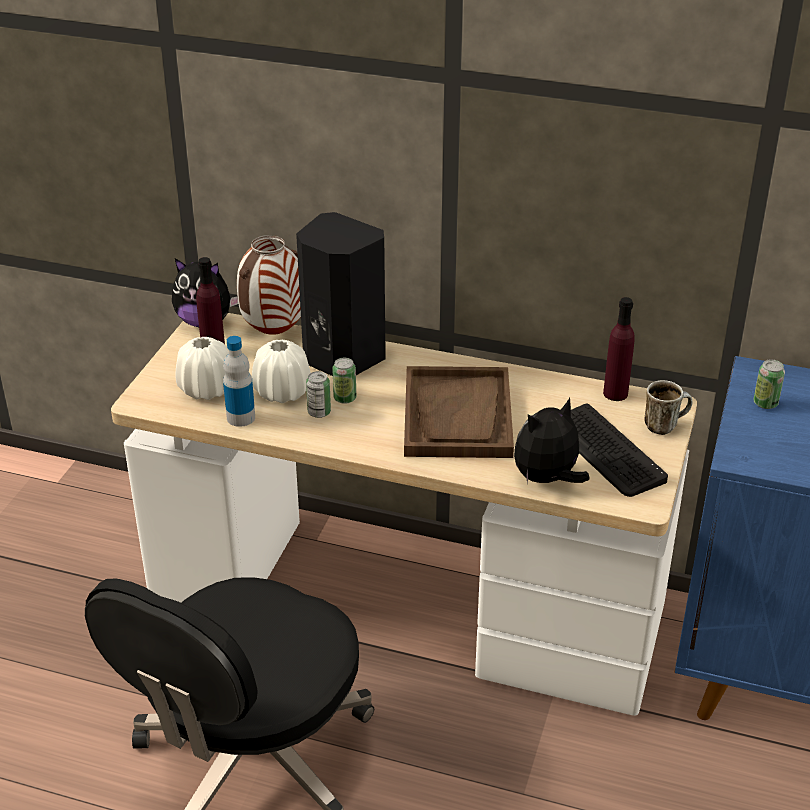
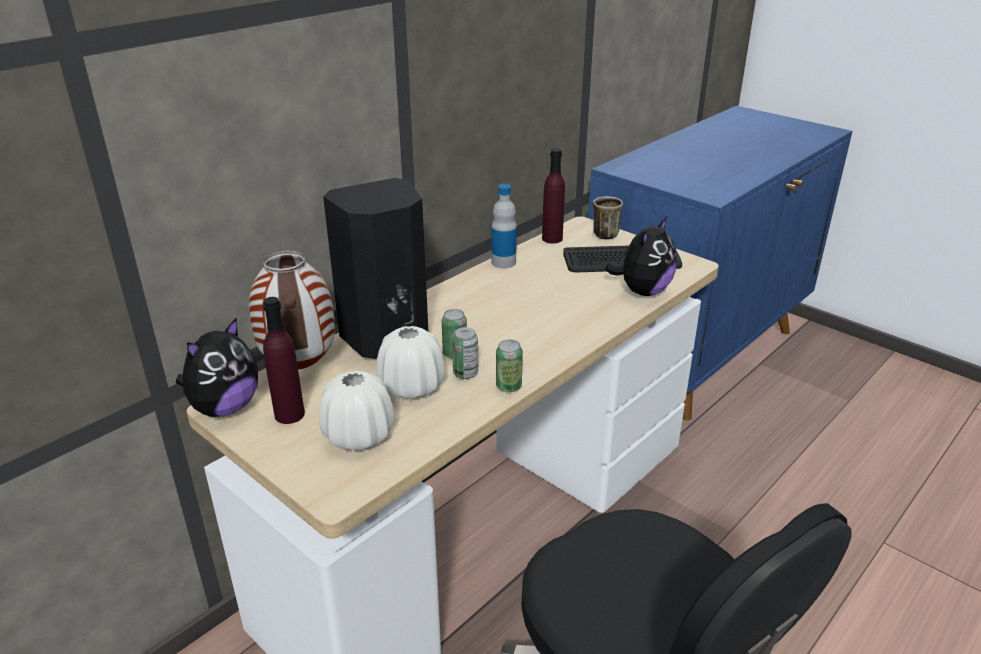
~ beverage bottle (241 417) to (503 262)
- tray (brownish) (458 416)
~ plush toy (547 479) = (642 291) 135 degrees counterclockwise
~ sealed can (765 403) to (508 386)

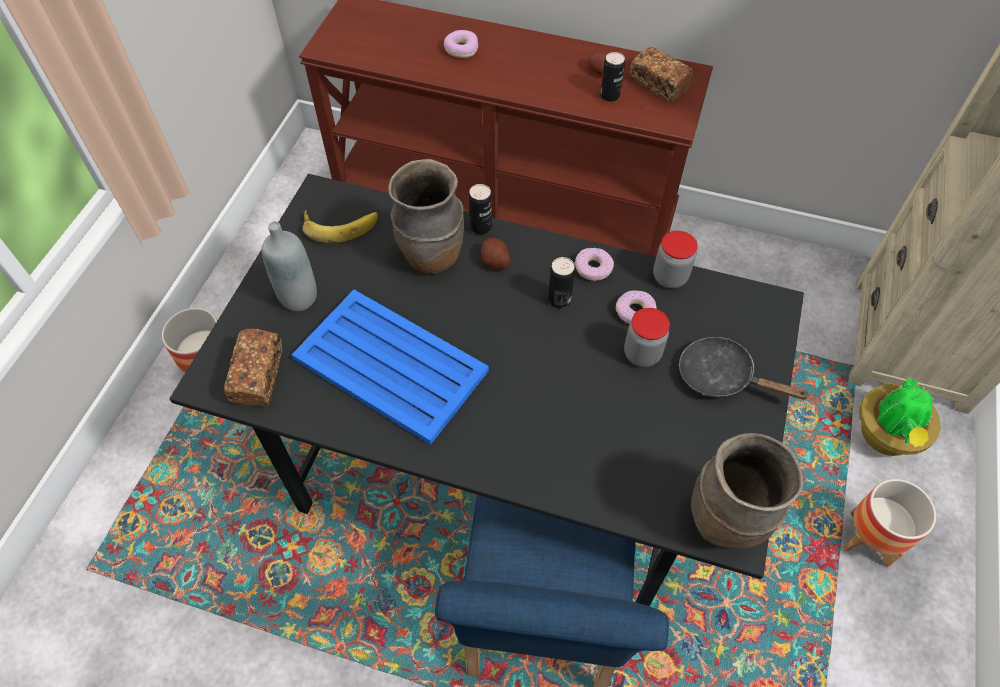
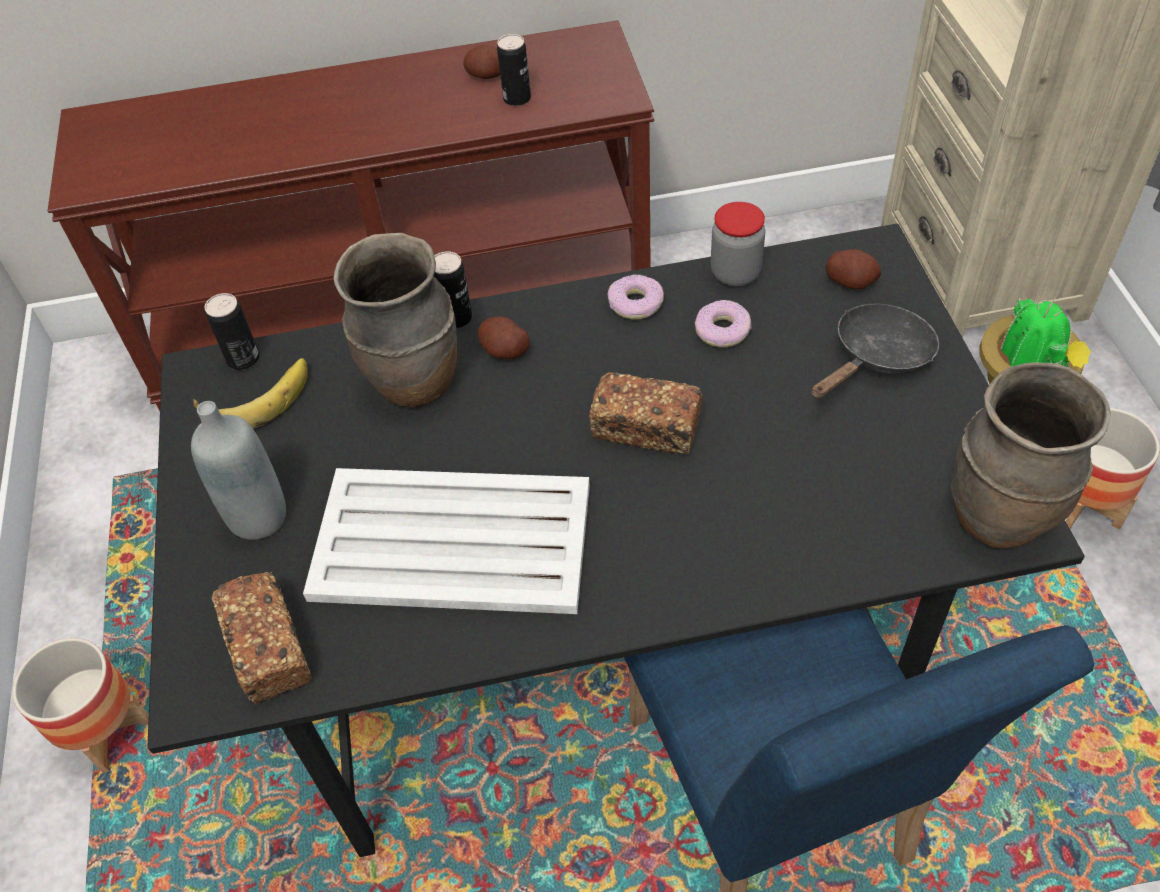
~ tray (blue-coloured) (389 364) to tray (white) (449 541)
- doughnut (461 49)
~ sealed can (559 299) to (243 359)
- storage jar (642 354)
~ bread (658 84) to (646 428)
~ skillet (black-coloured) (722 377) = (877 357) 135 degrees clockwise
+ spud (851 281)

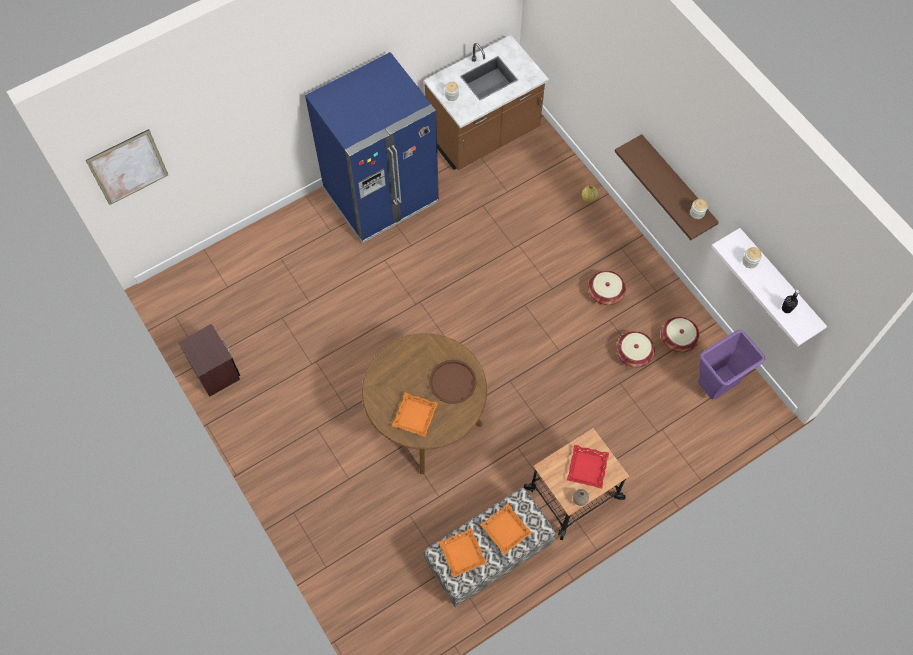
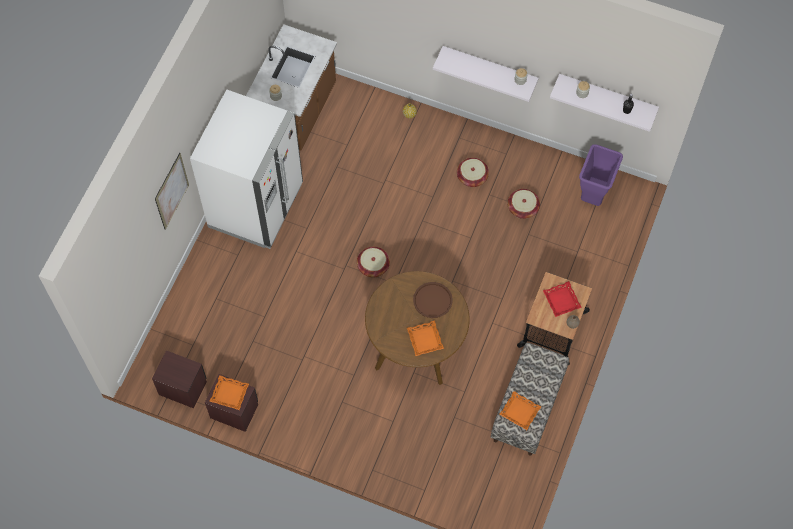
~ picture (128 167) to (171 191)
~ kitchen fridge (blue-coloured) (381 197) to kitchen fridge (white) (256 206)
~ tray (orange) (506 529) to (229 393)
~ shelf (brownish) (677 184) to shelf (white) (489 67)
~ storage basket (678 339) to (373 266)
+ night table (brownish) (183 387)

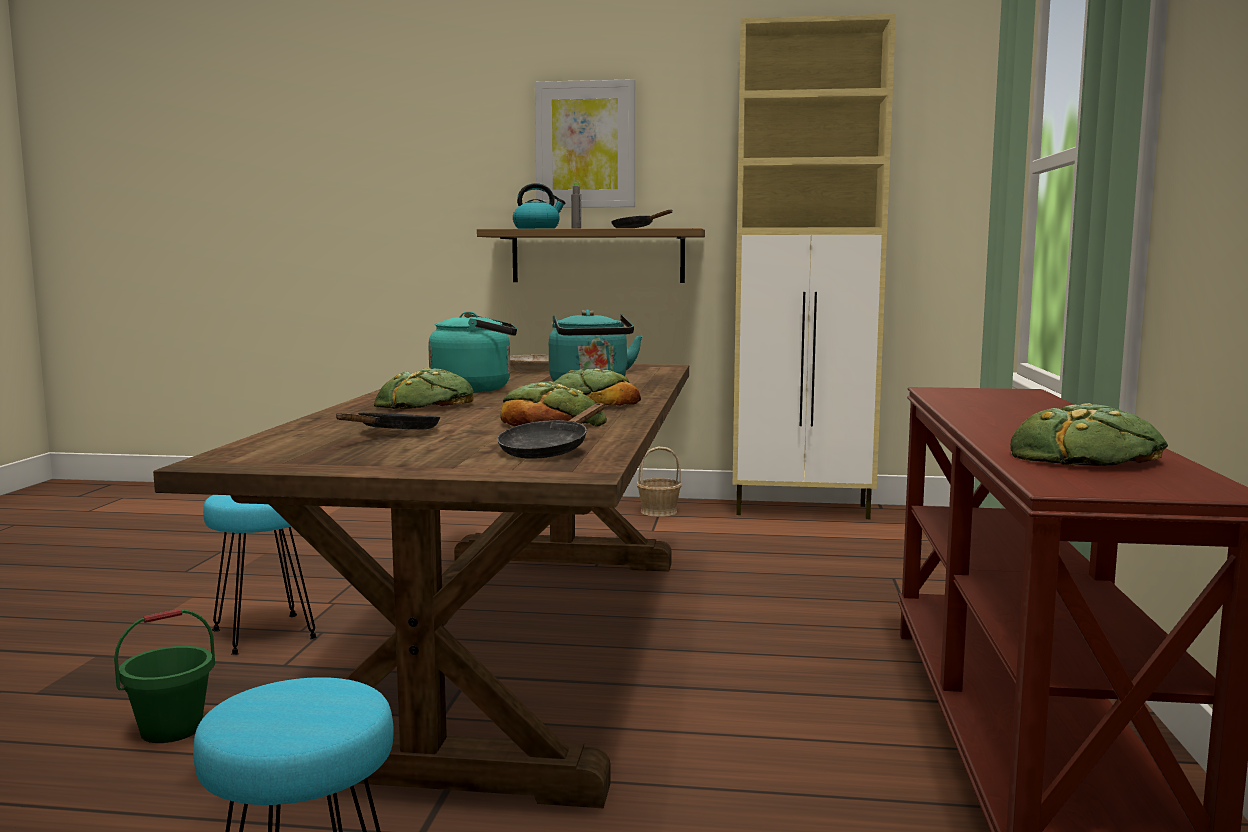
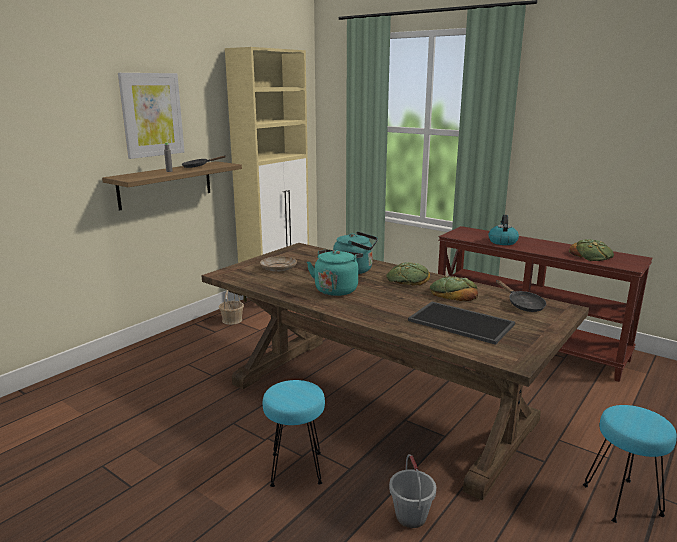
~ bucket (greenish) (171 729) to bucket (grey) (410 516)
~ skillet (black-coloured) (394 433) to tray (462 322)
- bread (425 404)
~ tea kettle (537 229) to (502 242)

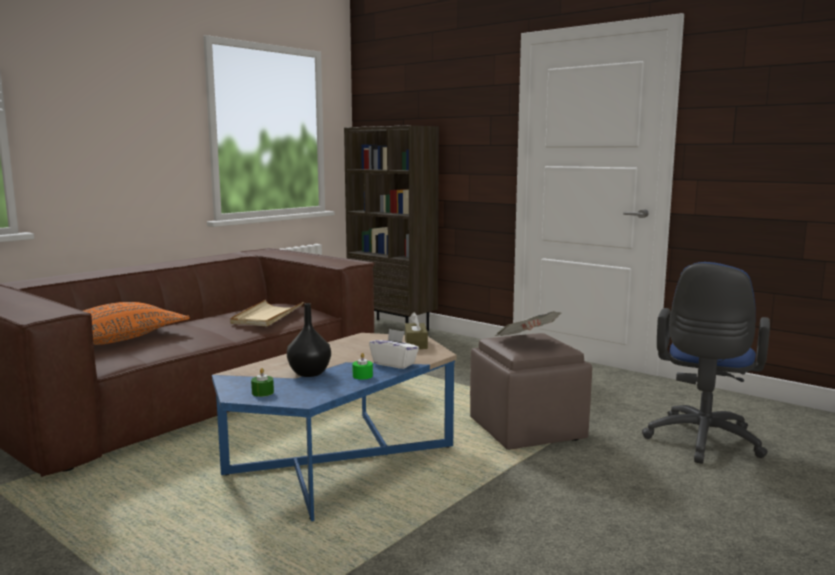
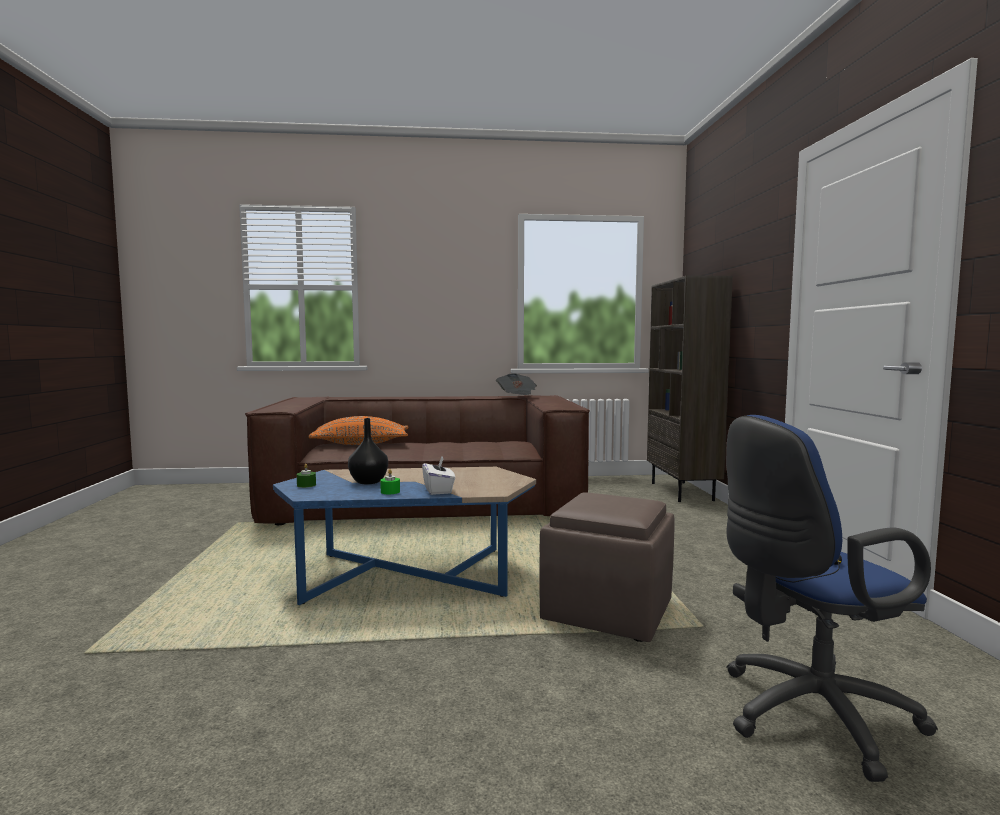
- tray (beige) (267 316)
- box of tissues (brownish) (416 344)
~ printed paper (526 341) to (517 396)

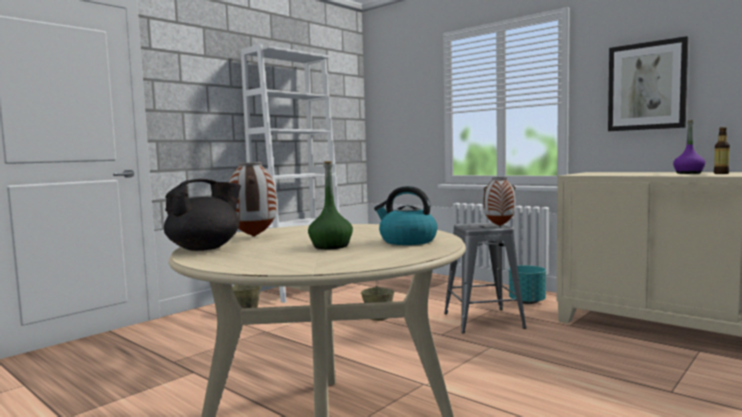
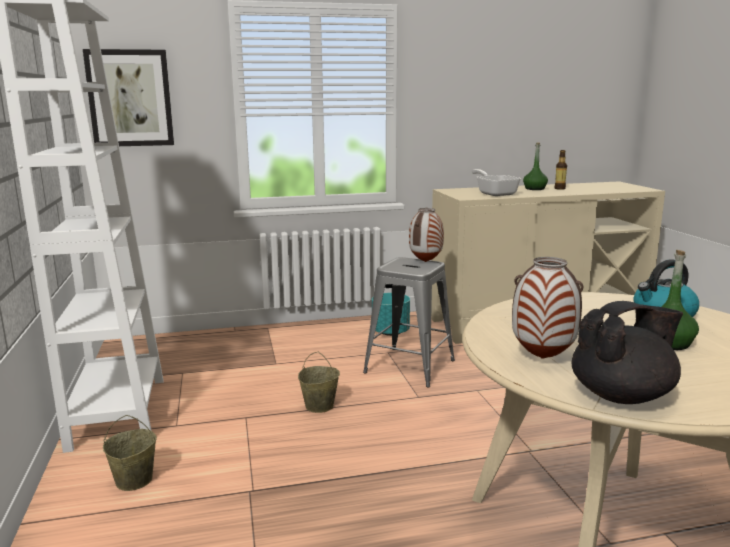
~ pot for tea (black-coloured) (205 248) = (622 396) 75 degrees clockwise
~ picture (647 86) to (130 98)
~ beverage bottle (purplish) (688 173) to beverage bottle (greenish) (534 189)
+ skillet (494 193)

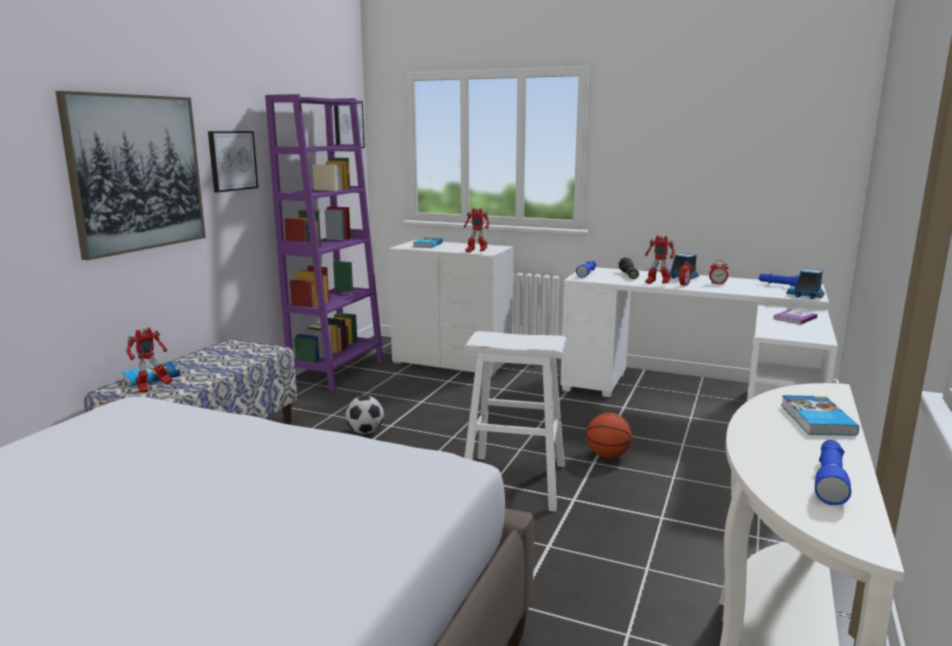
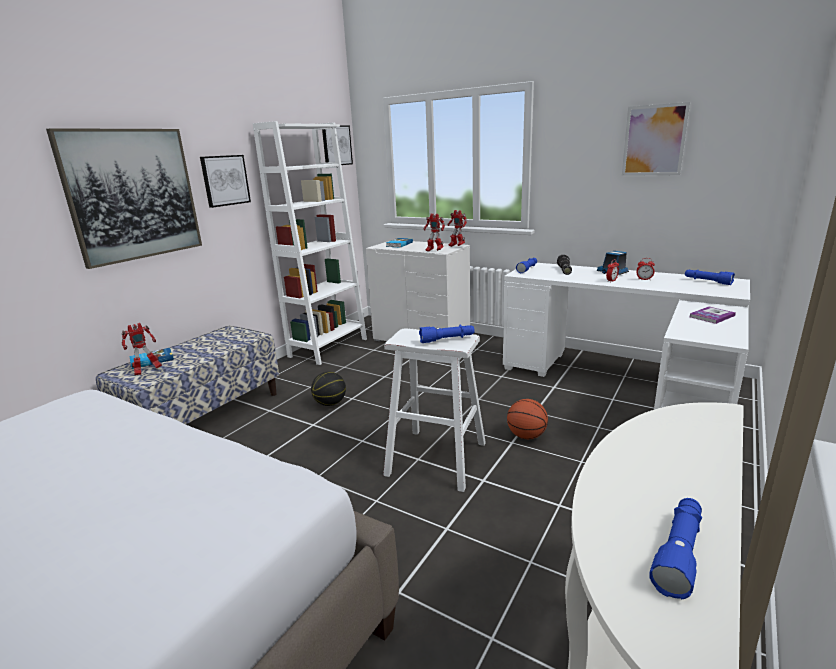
~ bookshelf (purplish) (337 372) to bookshelf (white) (328 348)
~ ball for football (365 432) to basketball (330 403)
~ robot figure (657 284) to (456 246)
- bound book (815 419)
- toy truck (806 296)
+ torch (blue-coloured) (447 339)
+ picture (654 140)

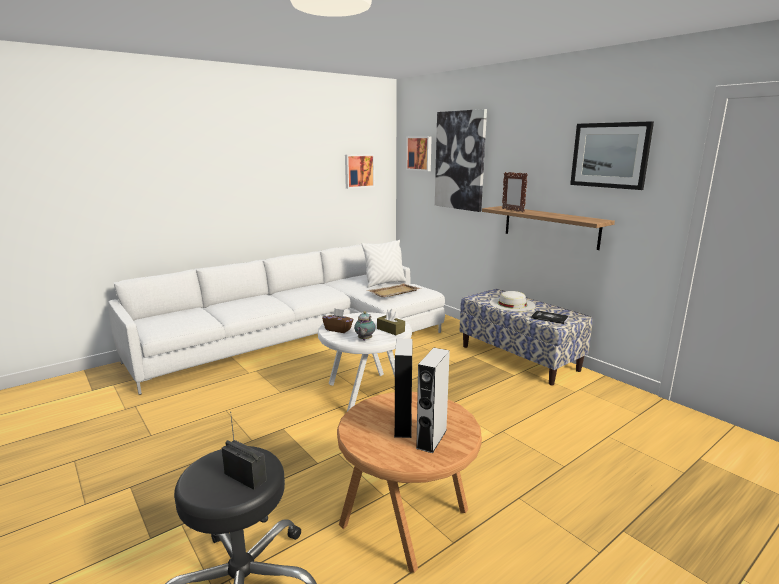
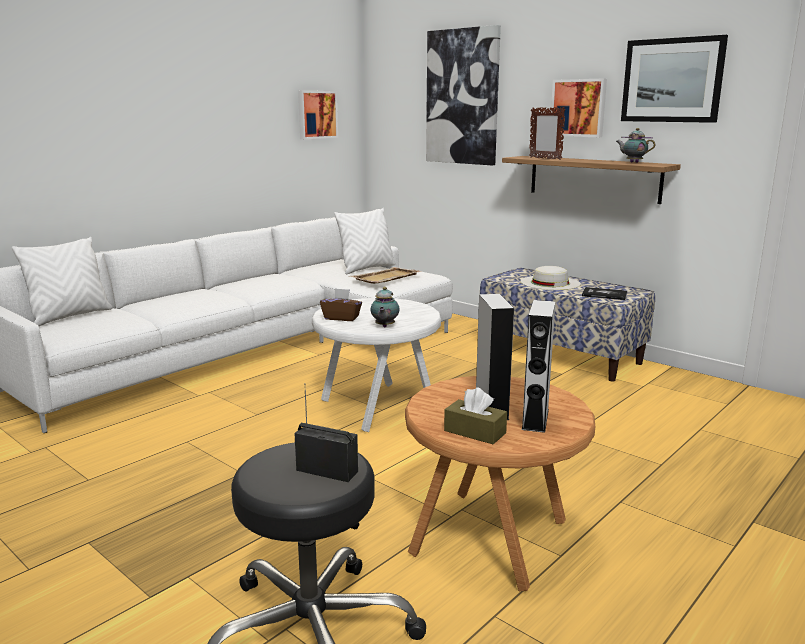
~ box of tissues (brownish) (390 330) to (475 432)
~ picture (419 153) to (578 108)
+ cushion (white) (70 316)
+ pot for tea (633 162)

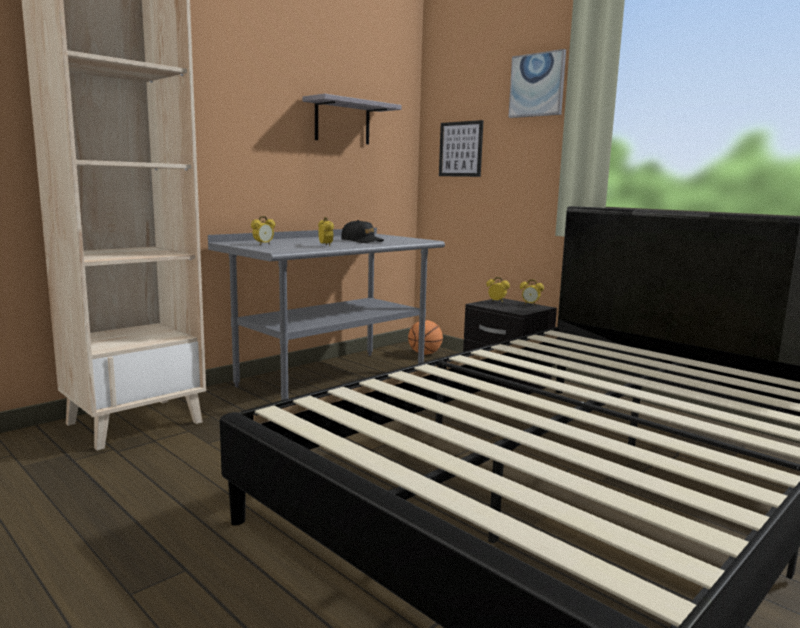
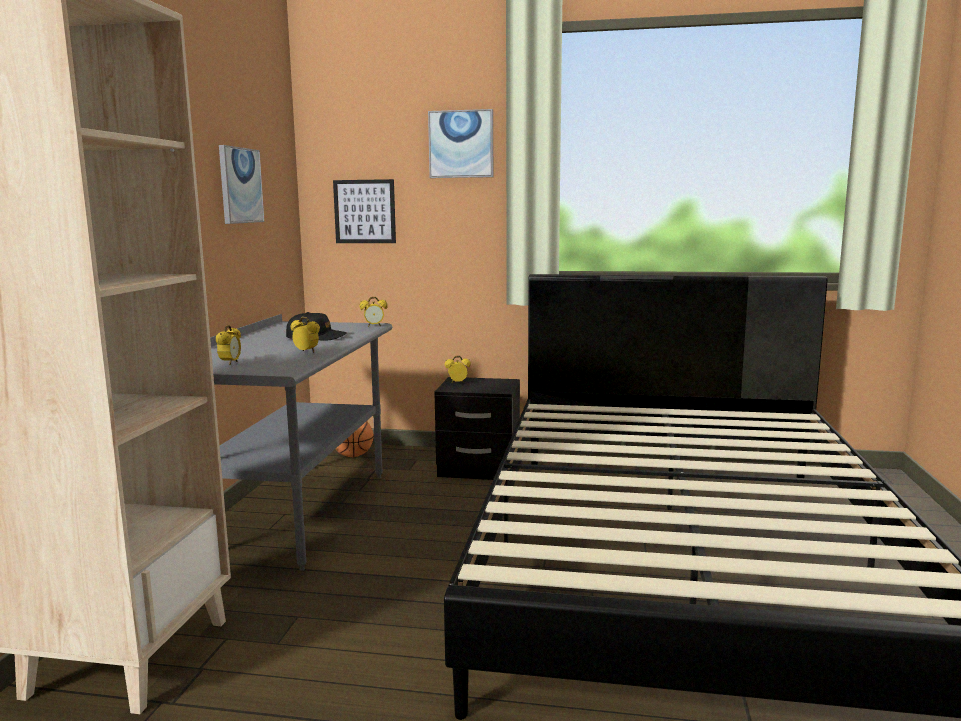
~ shelf (grey) (342 122) to picture (240 185)
~ table clock (530 304) to (374 326)

